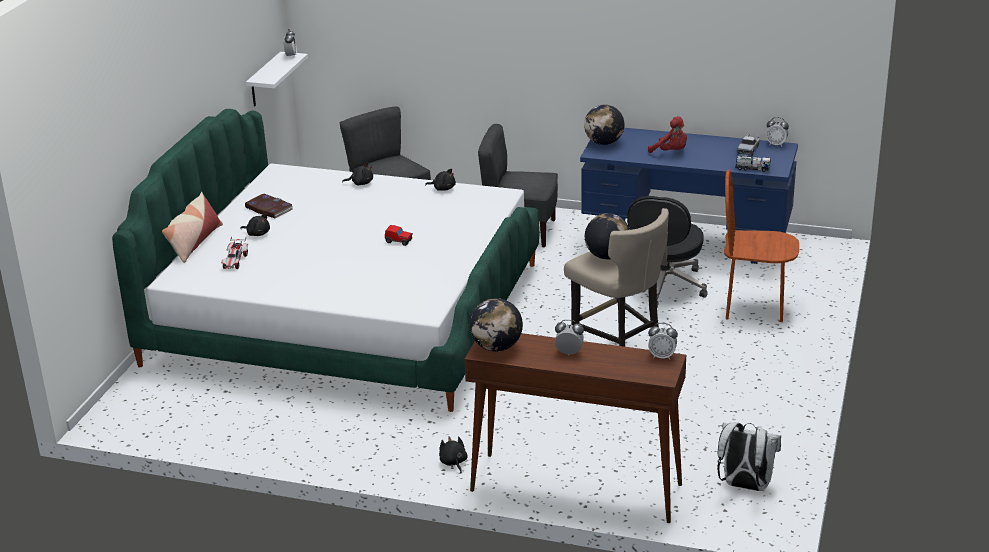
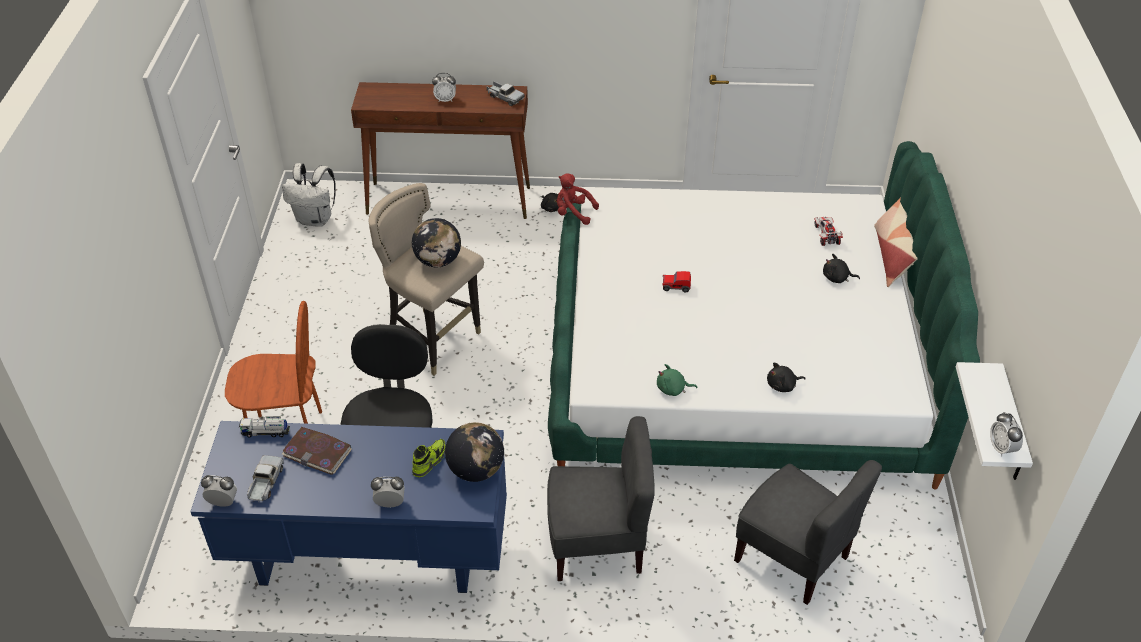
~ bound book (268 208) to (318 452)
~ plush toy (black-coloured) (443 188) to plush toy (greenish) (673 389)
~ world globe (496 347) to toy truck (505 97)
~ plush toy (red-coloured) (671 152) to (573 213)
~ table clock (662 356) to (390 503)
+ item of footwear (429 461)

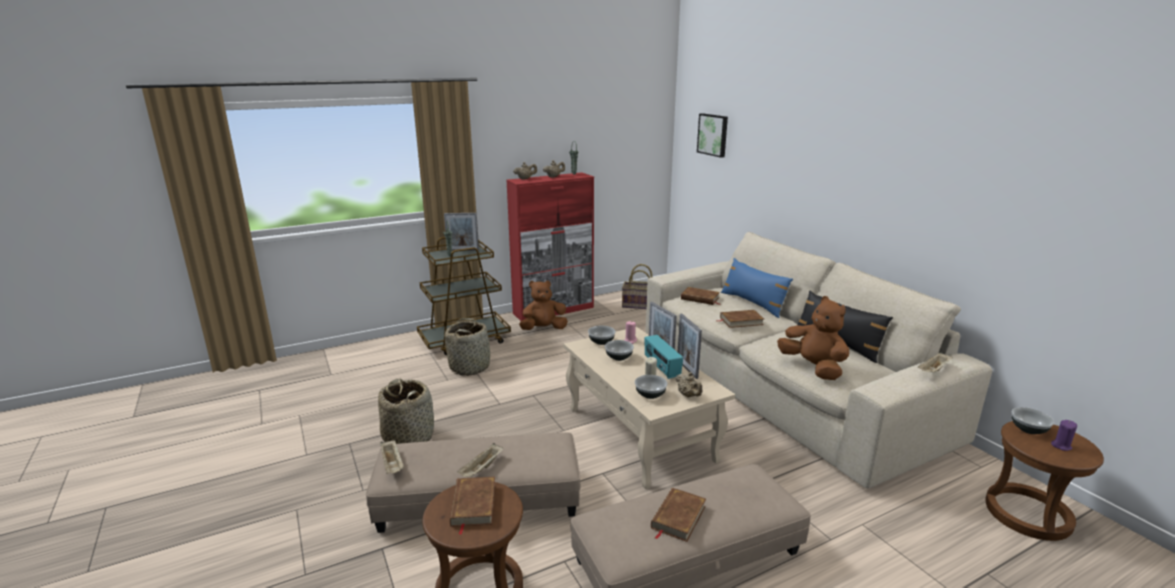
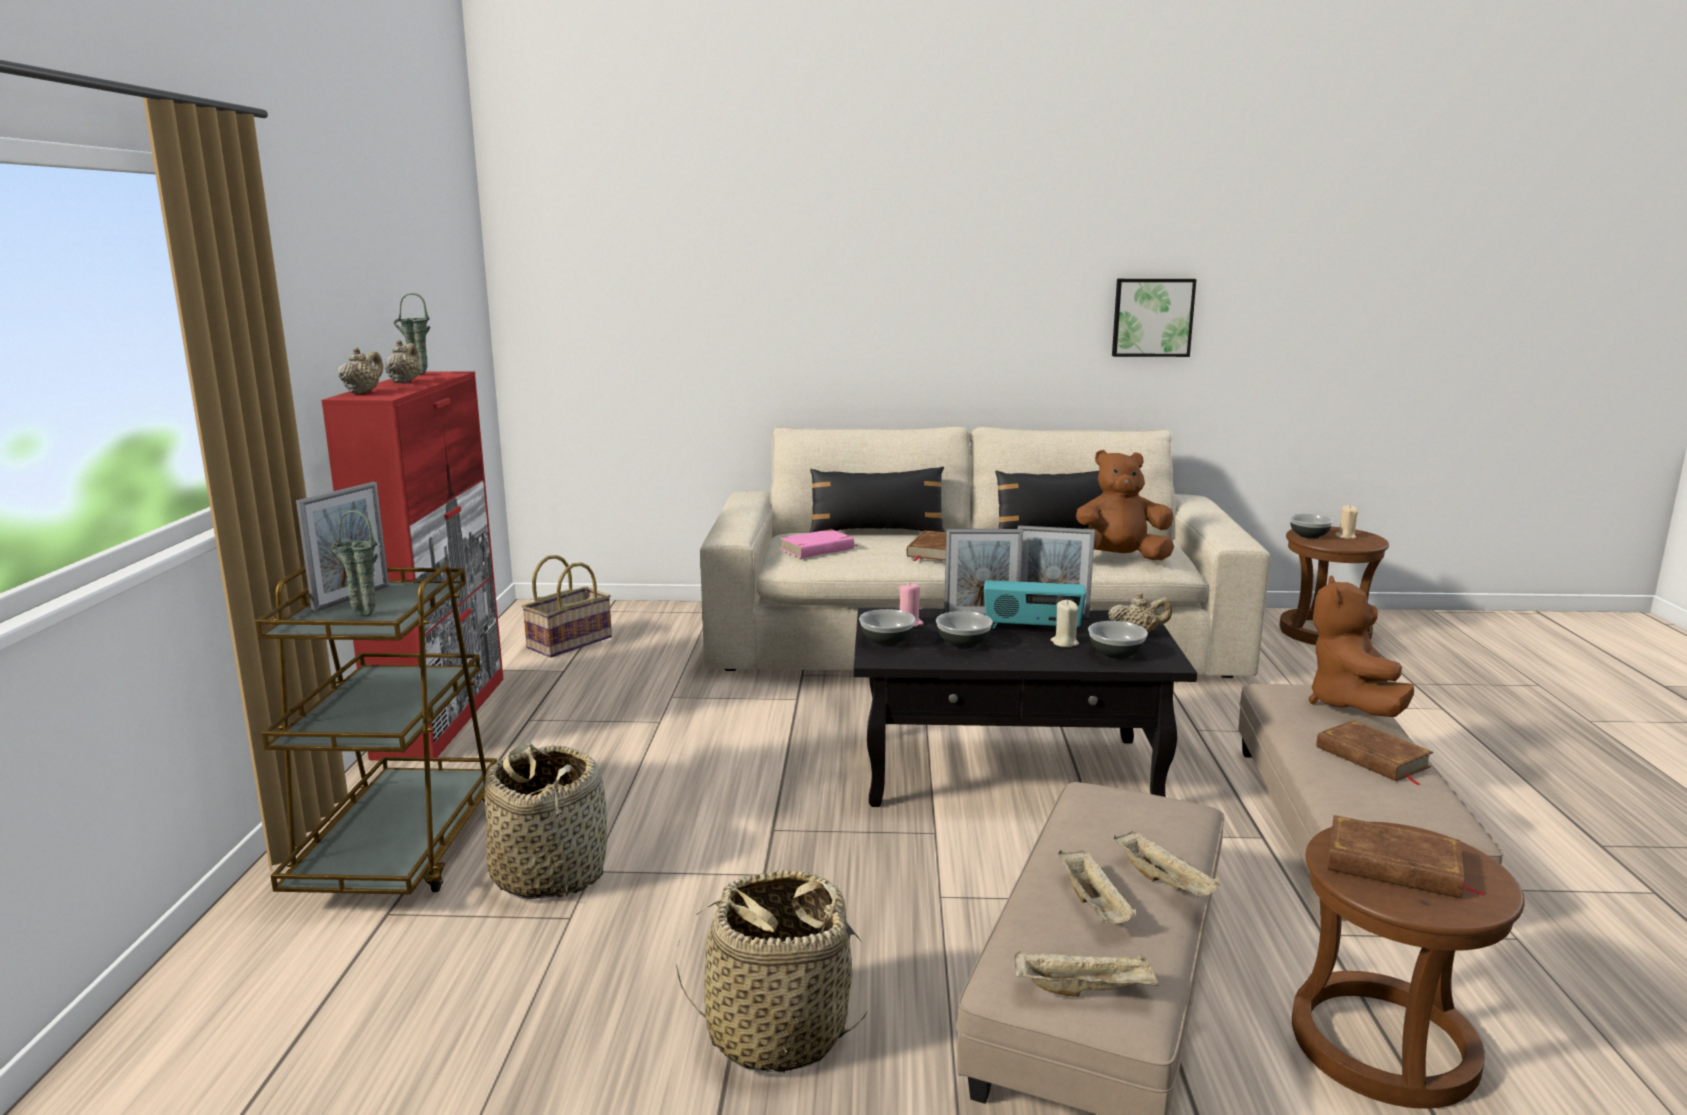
~ plush toy (brownish) (543 329) to (1351 706)
~ lounge table (beige) (640 434) to lounge table (black-coloured) (1010 771)
~ bound book (brownish) (700 298) to bound book (pinkish) (817 549)
~ picture (713 135) to (1152 317)
~ cushion (blue-coloured) (753 303) to cushion (black-coloured) (876 532)
~ tray (beige) (934 371) to (1094 905)
~ candle (purplish) (1061 446) to candle (beige) (1345 536)

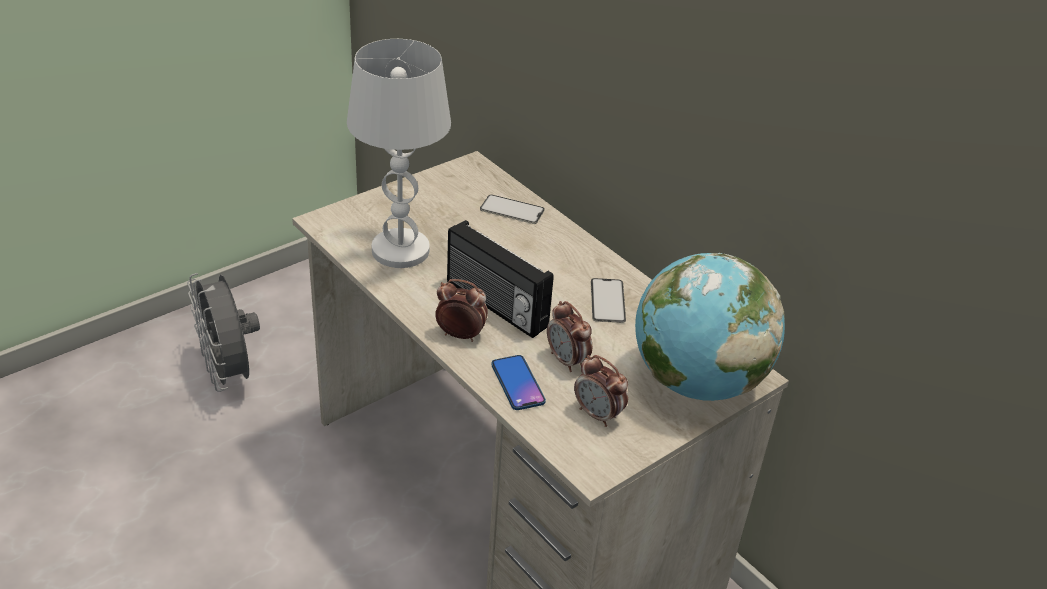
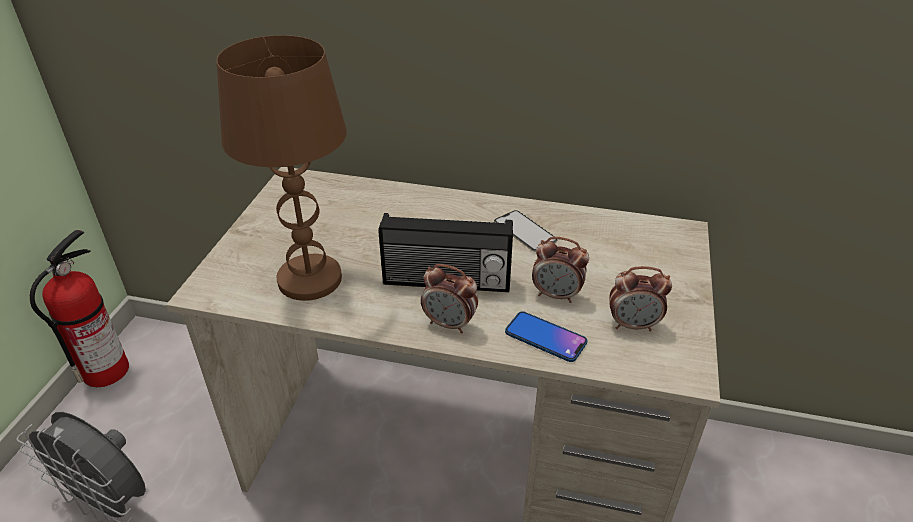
~ tabletop lamp (white) (401 250) to tabletop lamp (brownish) (310 279)
~ table clock (460 335) = (449 324) 135 degrees counterclockwise
- handset (512 210)
- world globe (696 381)
+ fire-fighting cylinder (106 369)

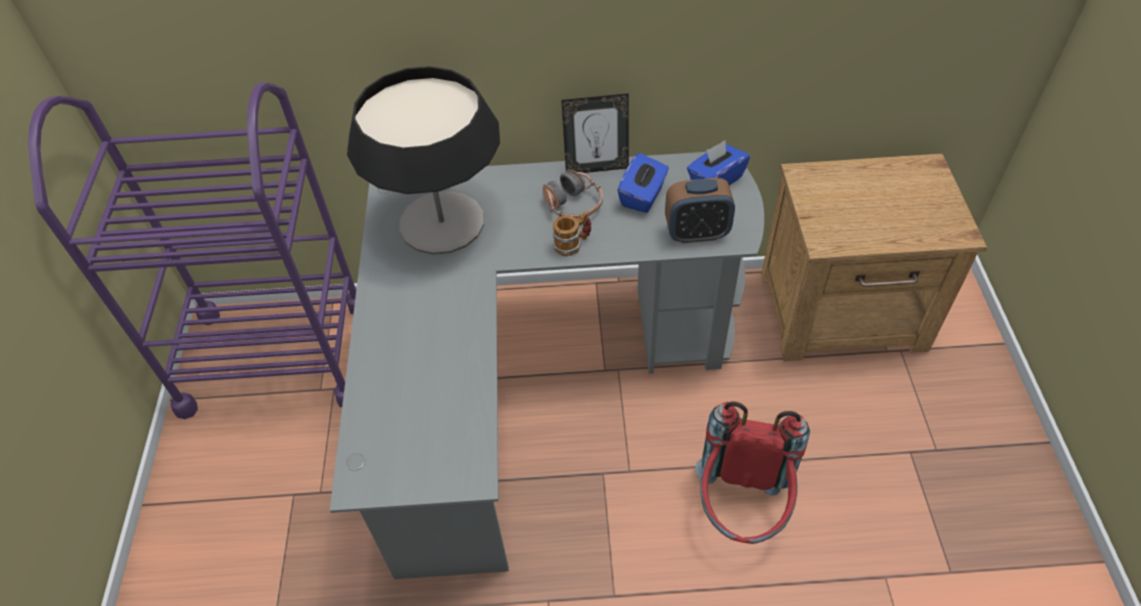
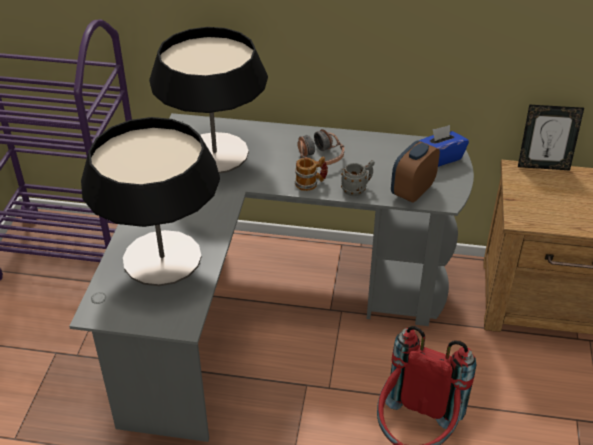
~ standing frame (596 167) to (543 166)
- box of tissues (blue-coloured) (643 196)
~ table clock (696 233) = (412 191) 120 degrees clockwise
+ tabletop lamp (162 258)
+ tea mug (grey) (357 189)

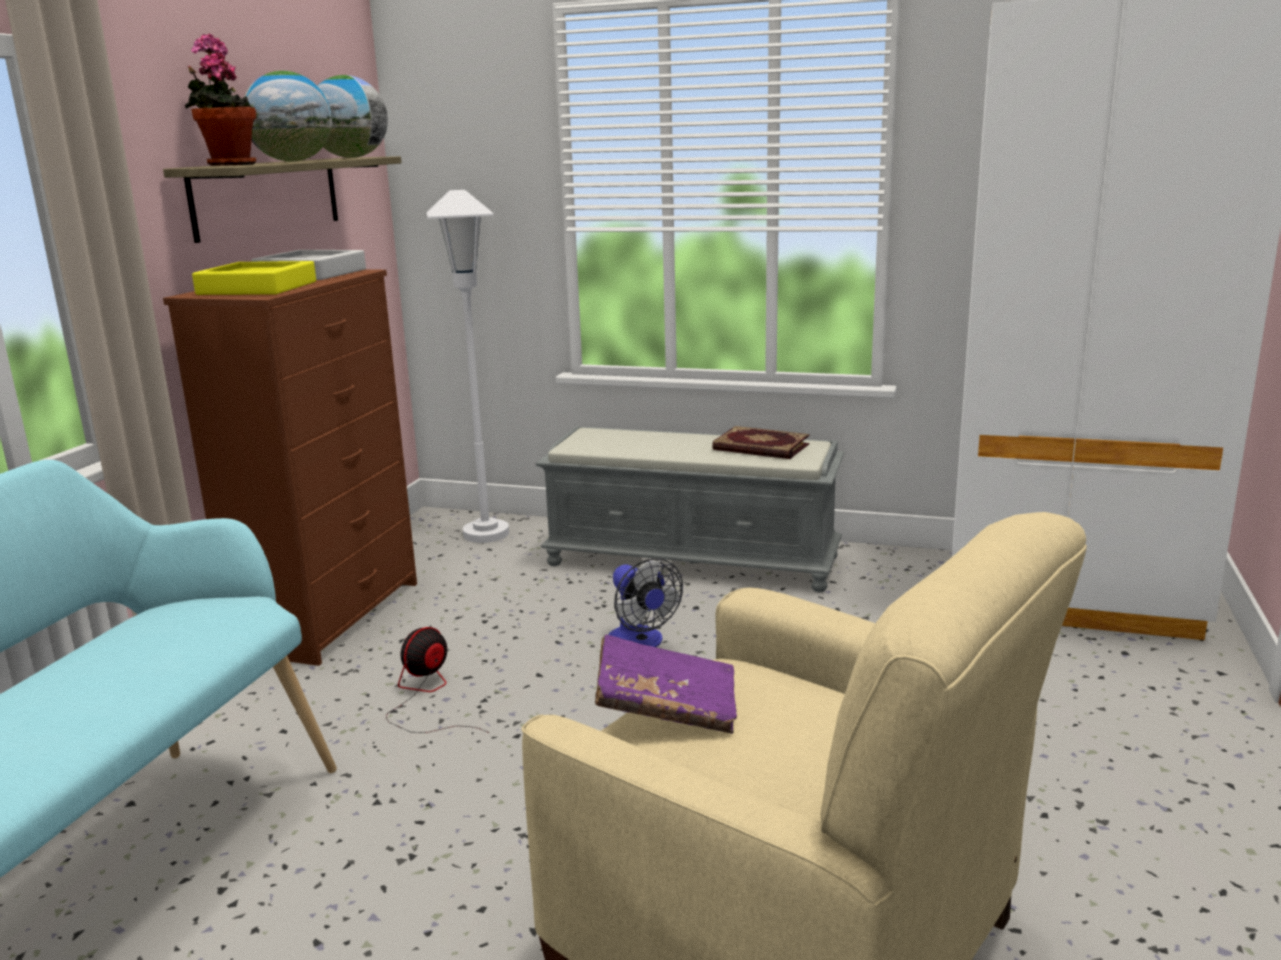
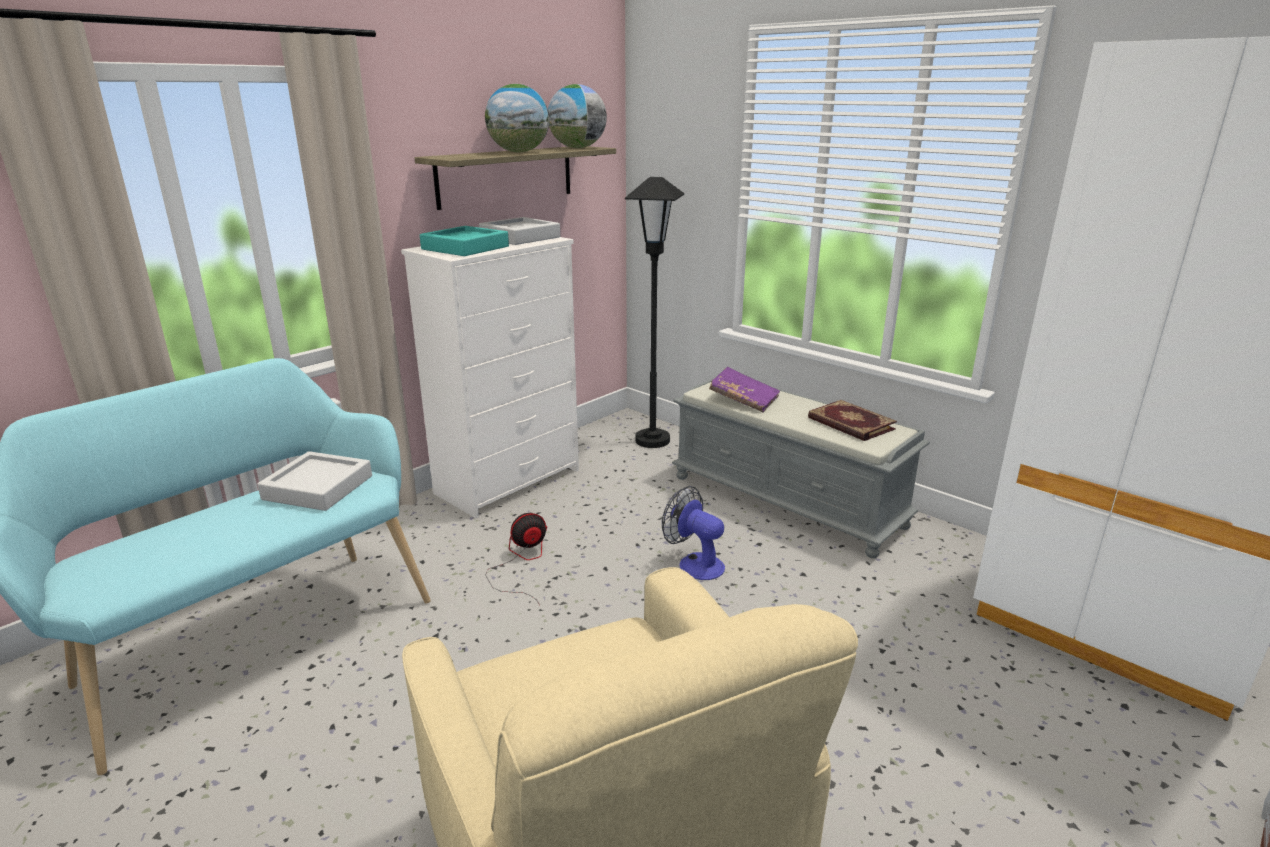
~ dresser (brownish) (332 615) to dresser (white) (510 481)
- houseplant (229 165)
~ tray (yellow-coloured) (257 288) to tray (turquoise-coloured) (465 248)
~ standard lamp (white) (486 534) to standard lamp (black-coloured) (652 440)
~ bound book (purplish) (666 707) to (743 400)
~ cooling fan (640 643) = (694 563) 135 degrees clockwise
+ tray (grey) (318 488)

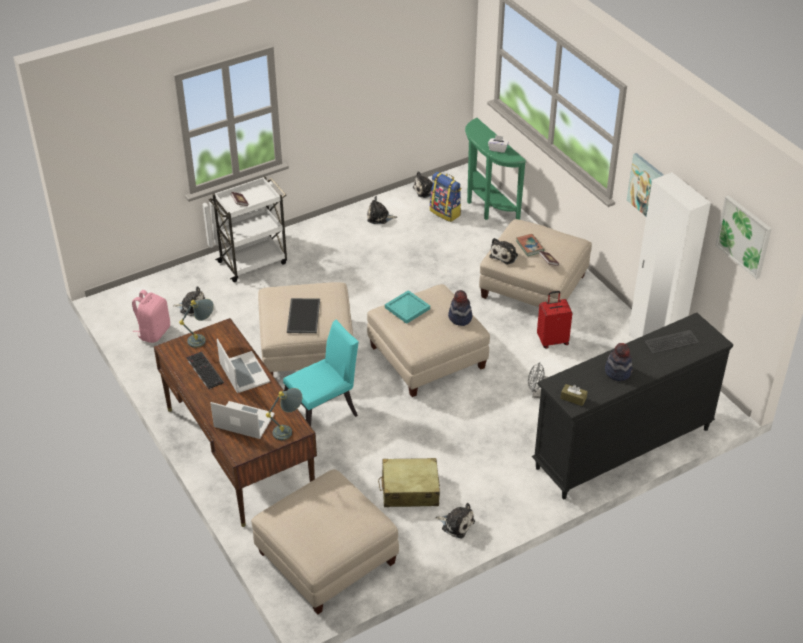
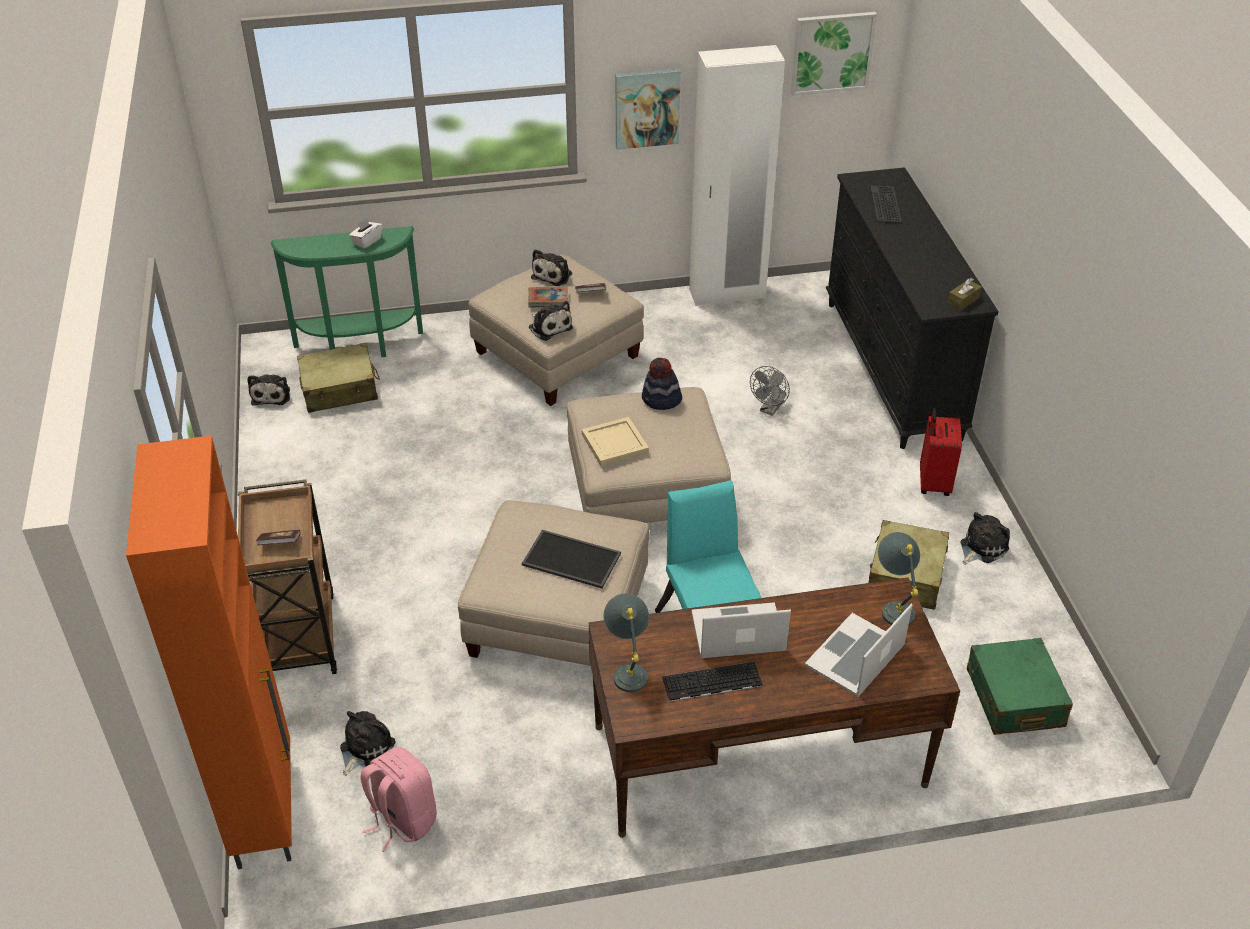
~ trolley (white) (253 262) to trolley (brownish) (300 635)
~ footrest (beige) (326 558) to suitcase (greenish) (1014 698)
~ plush toy (379 217) to (553 275)
~ tray (turquoise-coloured) (406 308) to tray (beige) (614 444)
~ backpack (446 212) to suitcase (beige) (340 389)
~ suitcase (red-coloured) (552 340) to (932 483)
- hat (618 371)
+ cabinet (orange) (265 810)

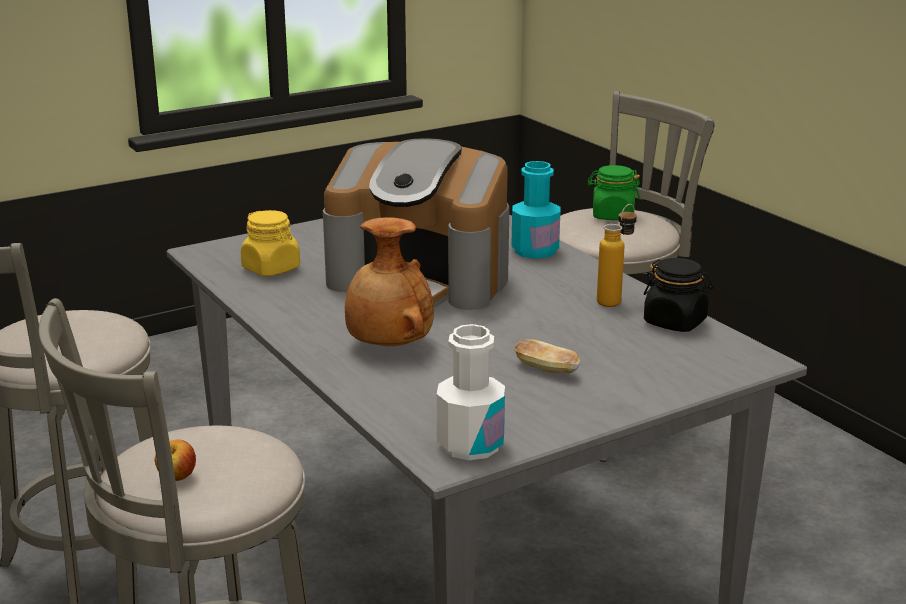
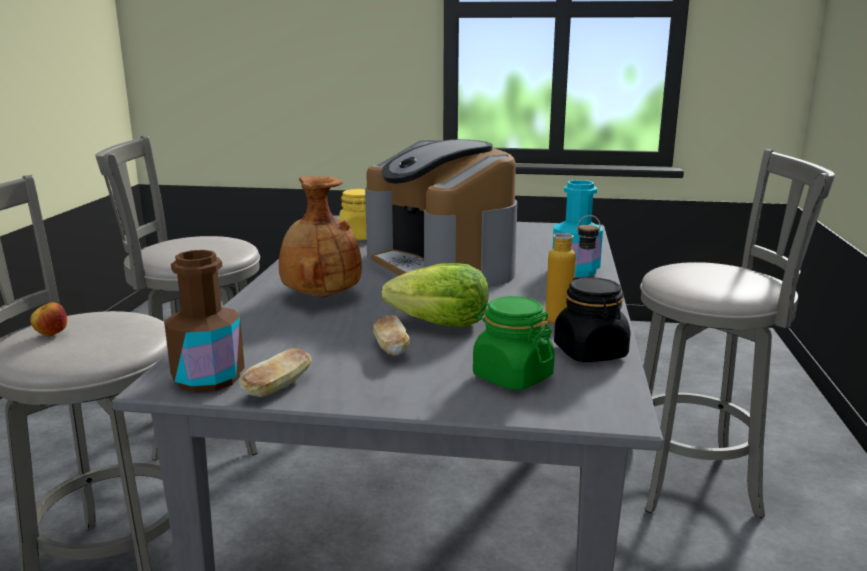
~ beverage bottle (white) (470 445) to beverage bottle (brownish) (208 378)
~ storage jar (greenish) (612 215) to (512 376)
+ bread (278 388)
+ lettuce head (441 324)

